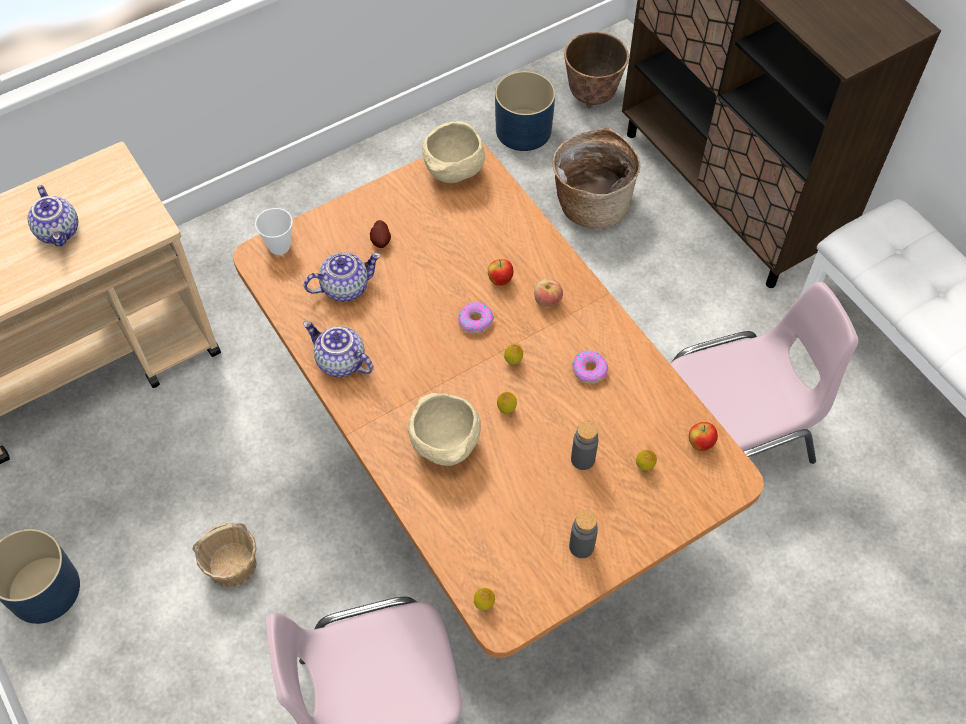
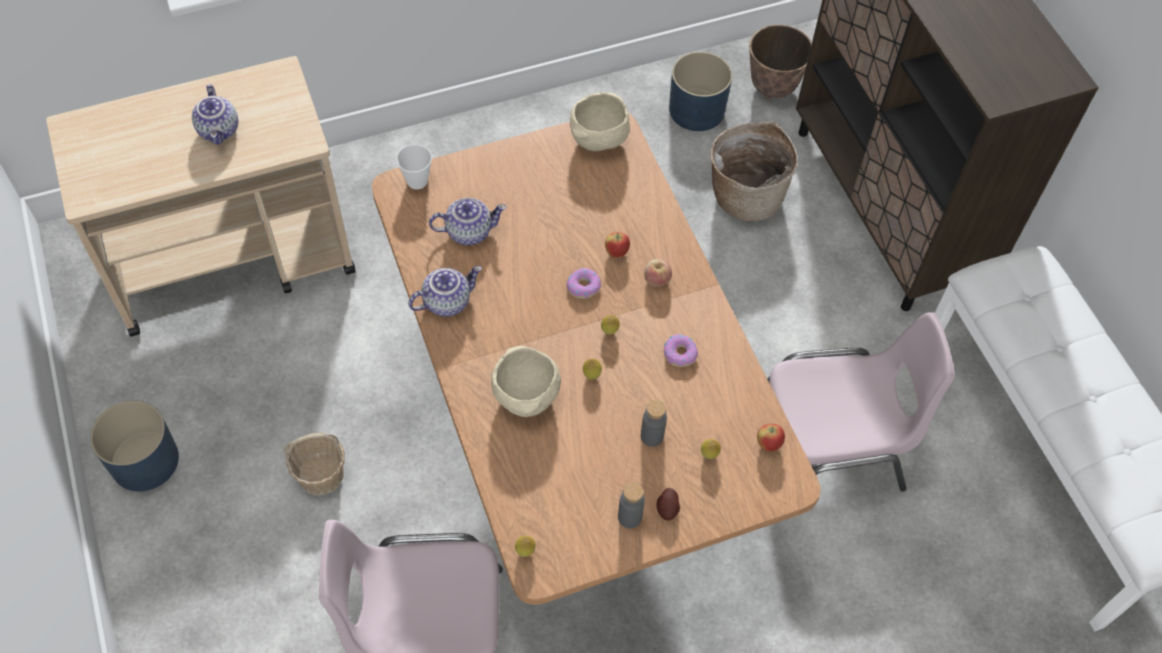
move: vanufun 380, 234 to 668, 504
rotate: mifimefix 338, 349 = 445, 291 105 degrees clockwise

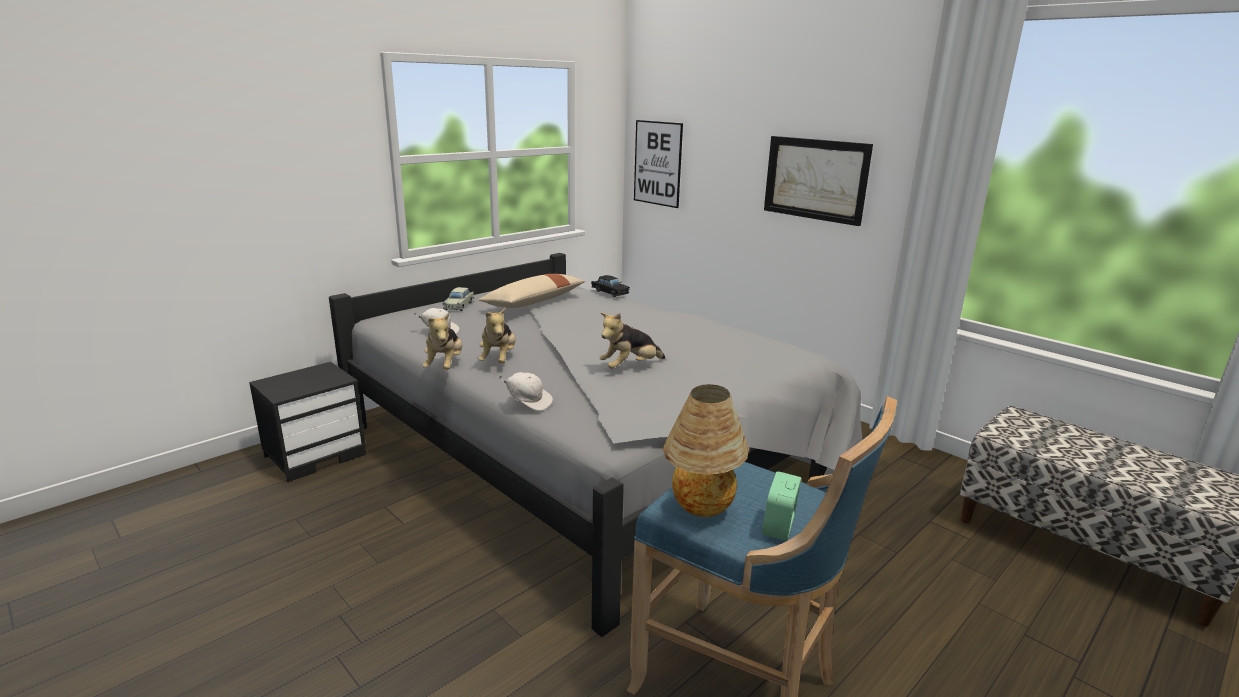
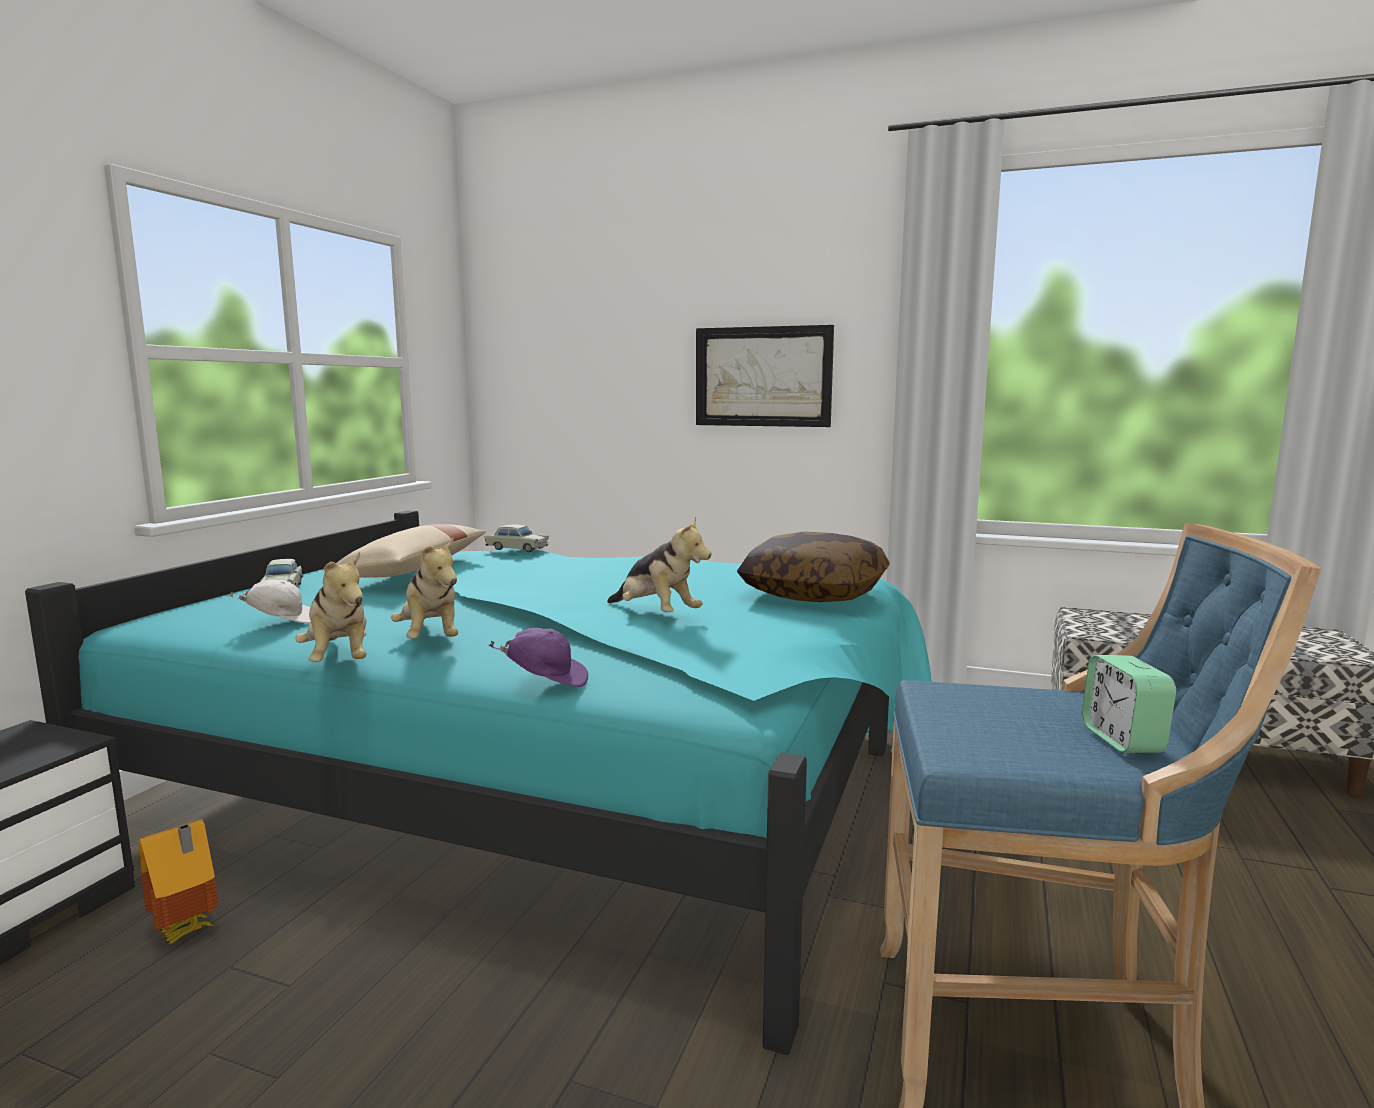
delete: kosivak 658, 164; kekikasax 706, 450
insert: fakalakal 178, 882; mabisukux 813, 566
recolor: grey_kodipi 596, 445 to turquoise_kodipi 478, 782; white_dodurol 526, 391 to purple_dodurol 538, 657; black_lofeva 610, 286 to beige_lofeva 517, 538
rotate: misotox 632, 341 = 659, 564 75 degrees counterclockwise

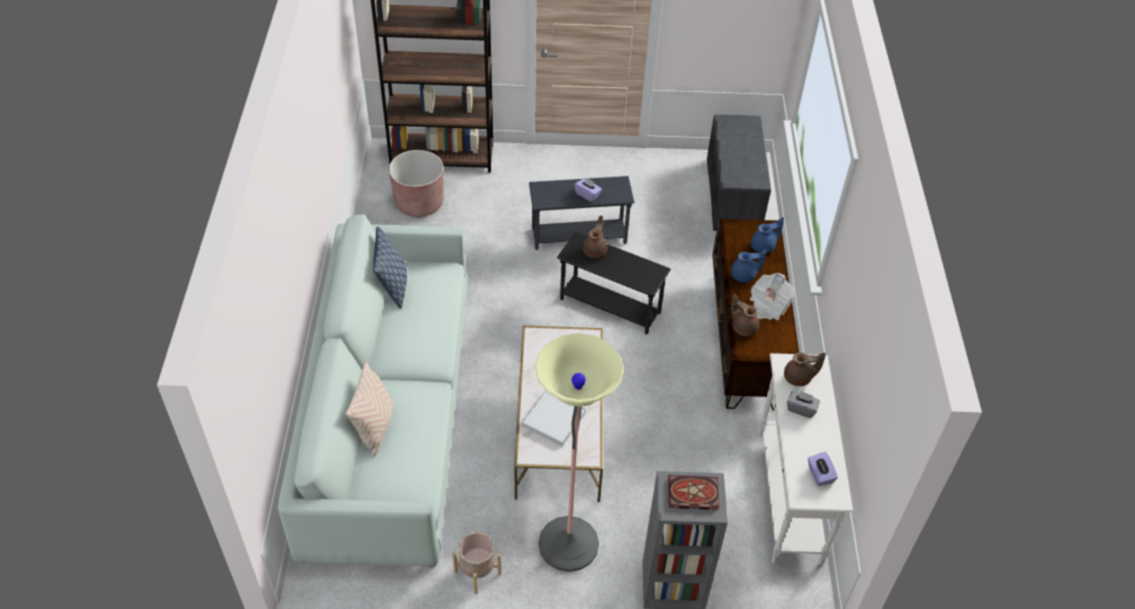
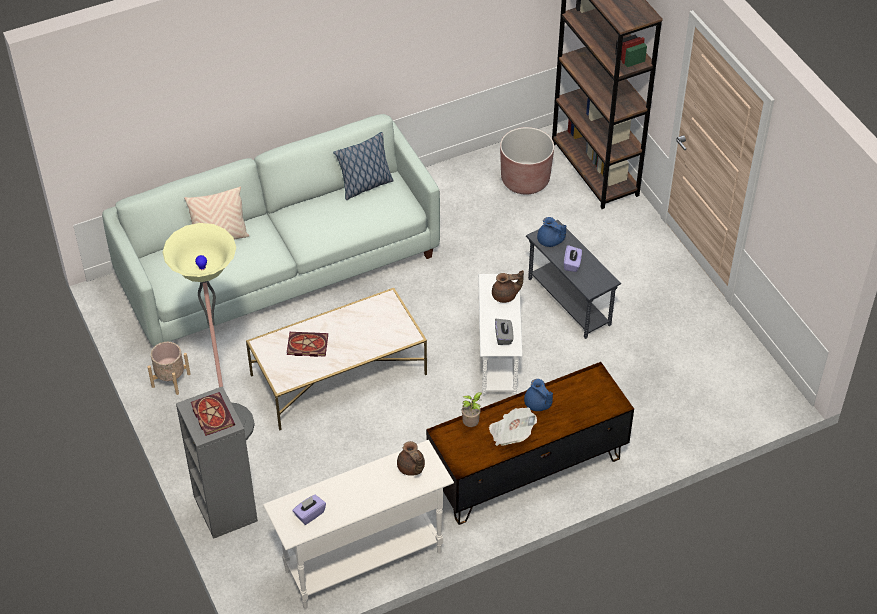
delete: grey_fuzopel 739, 173
move: blue_mifimefix 767, 235 to 552, 232; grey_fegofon 803, 404 to 504, 332
replace: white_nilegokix 553, 418 to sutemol 307, 344; brown_mifimefix 745, 315 to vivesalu 472, 409
recolor: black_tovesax 614, 283 to white_tovesax 500, 334

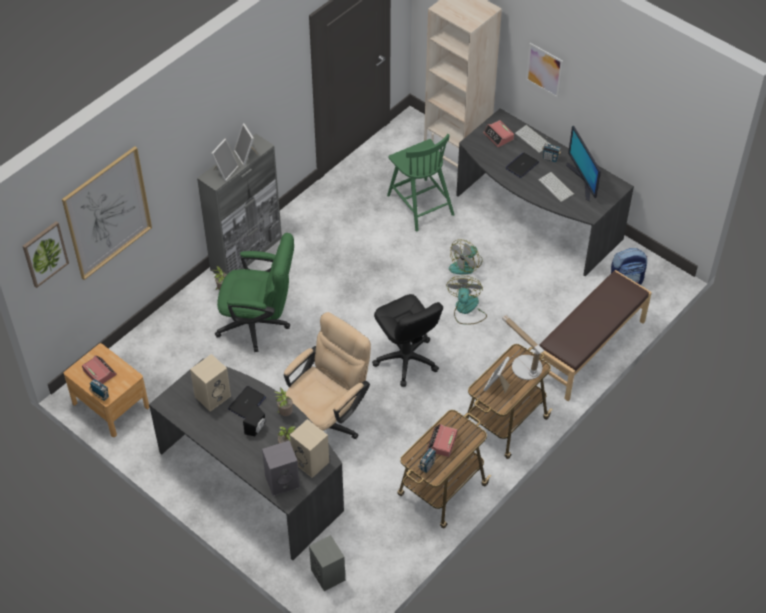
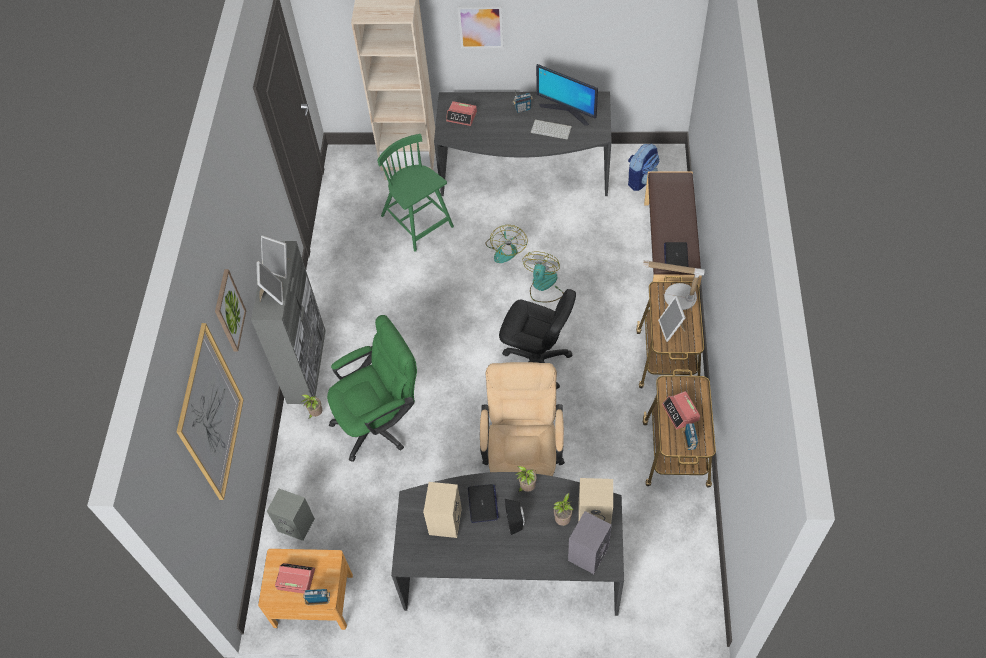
delete: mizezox 533, 139
move: kosivak 46, 254 to 230, 310; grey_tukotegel 327, 563 to 291, 515; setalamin 522, 165 to 676, 254
rotate: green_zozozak 421, 182 = 415, 193 150 degrees counterclockwise; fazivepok 466, 300 = 543, 277 45 degrees clockwise

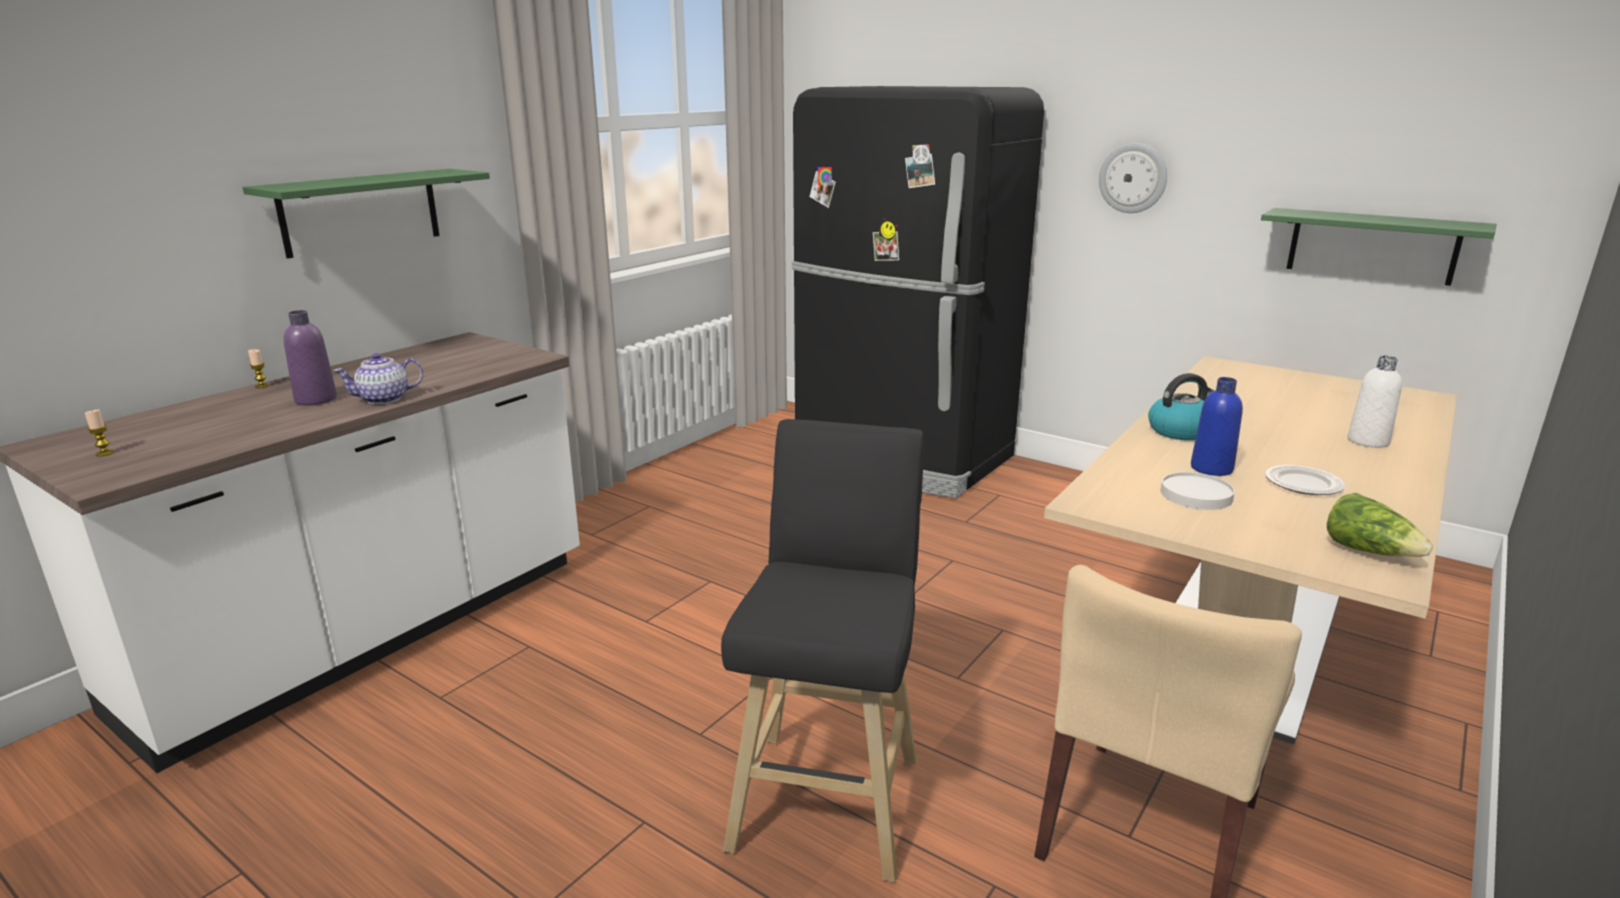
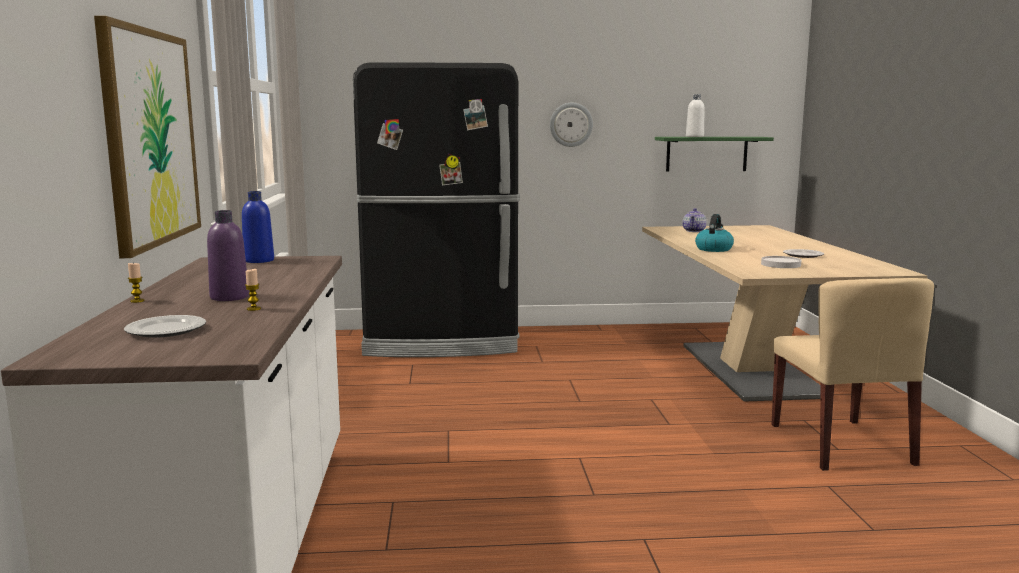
delete: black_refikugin 822, 650; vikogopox 1380, 525
insert: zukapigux 165, 326
move: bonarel 99, 433 to 253, 290; mifimefix 378, 378 to 694, 220; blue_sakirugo 1217, 426 to 258, 227; white_sakirugo 1374, 402 to 695, 115
replace: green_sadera 366, 214 to kosivak 147, 137

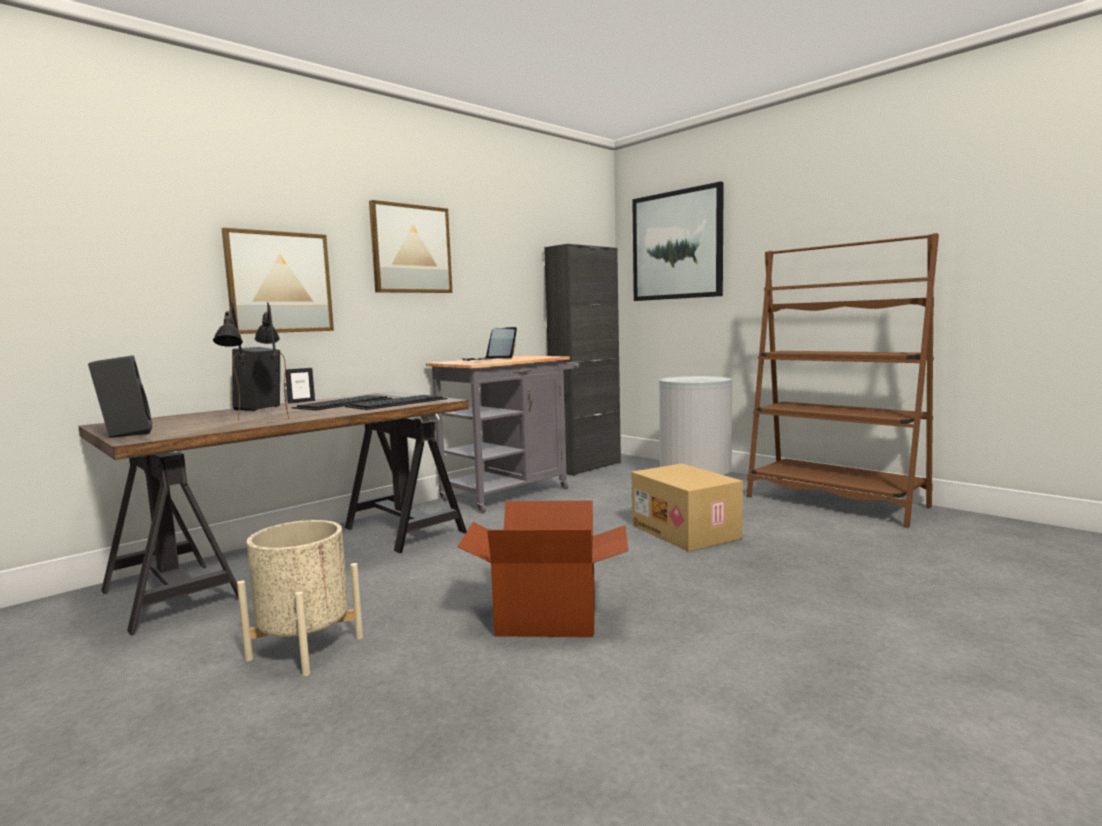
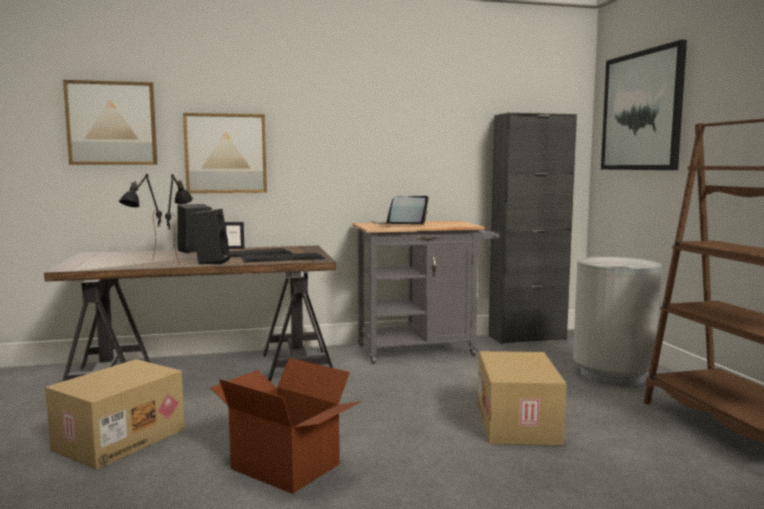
move: black_tukotegel 120, 396 to 210, 236; kosivak 410, 246 to 110, 122
replace: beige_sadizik 300, 598 to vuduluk 115, 414

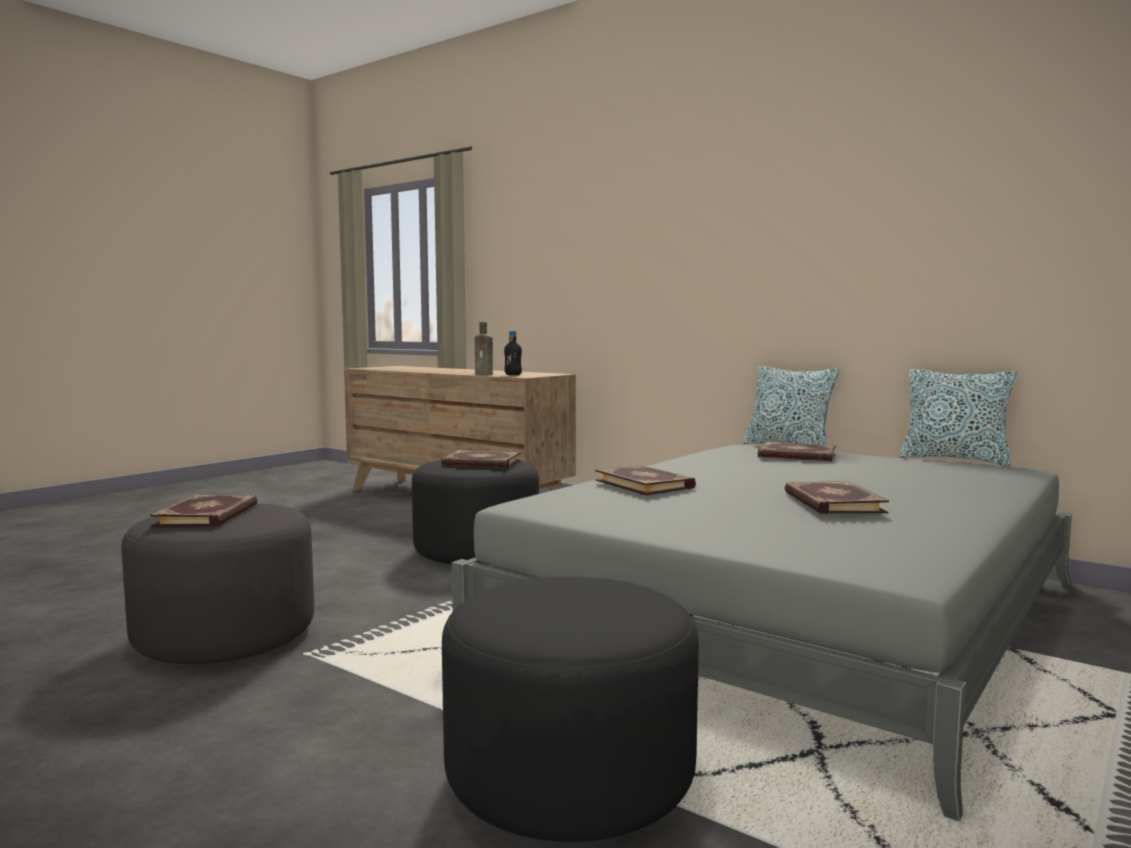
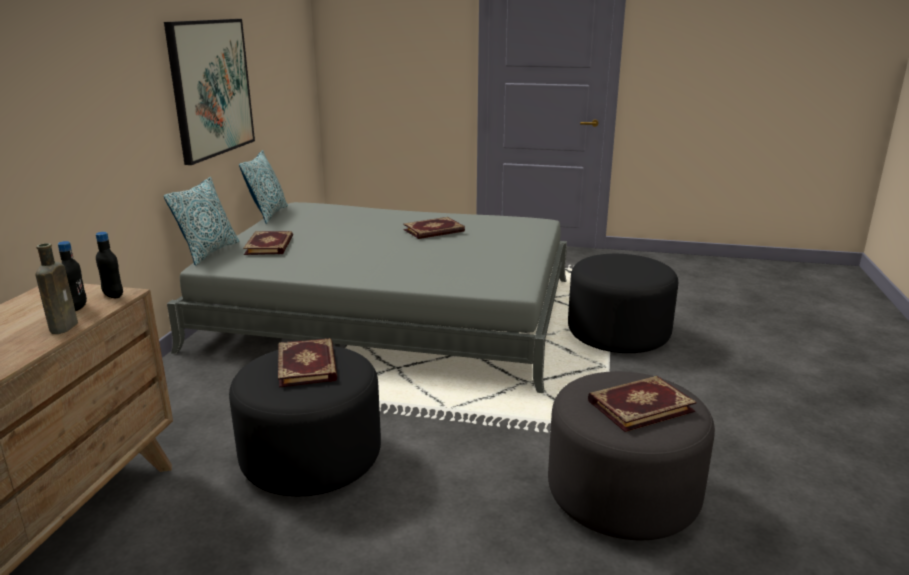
delete: sutemol 645, 480
insert: black_sakirugo 109, 265; kosivak 209, 92

